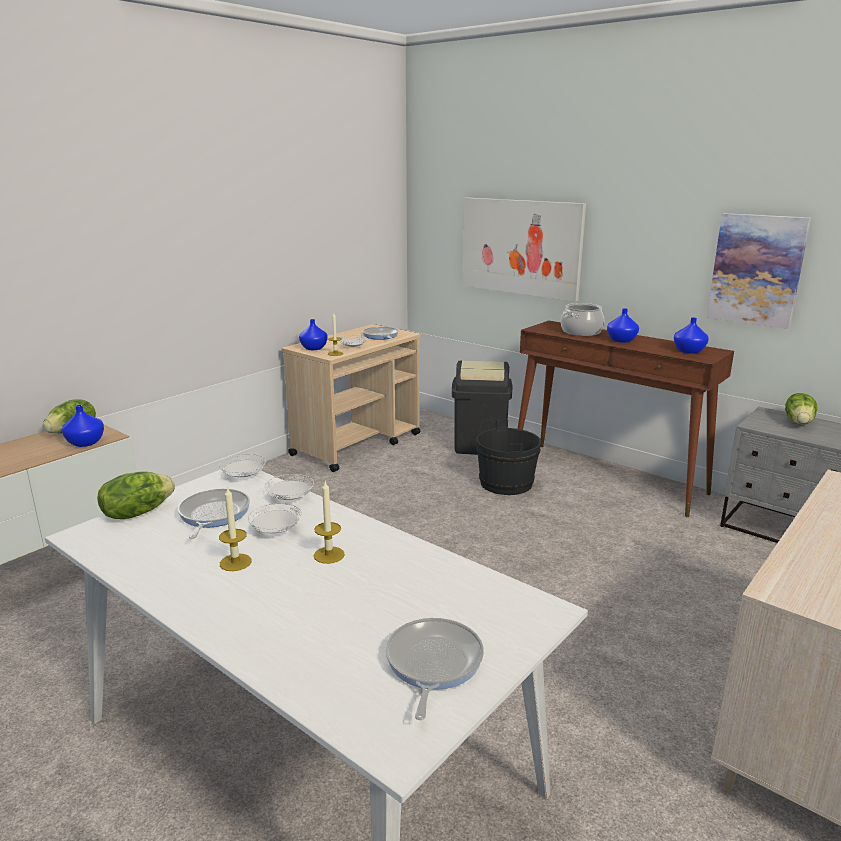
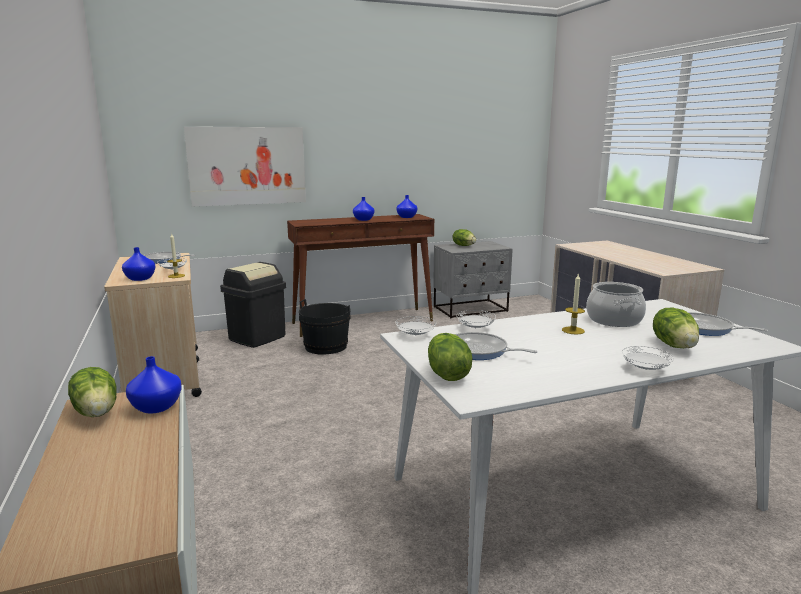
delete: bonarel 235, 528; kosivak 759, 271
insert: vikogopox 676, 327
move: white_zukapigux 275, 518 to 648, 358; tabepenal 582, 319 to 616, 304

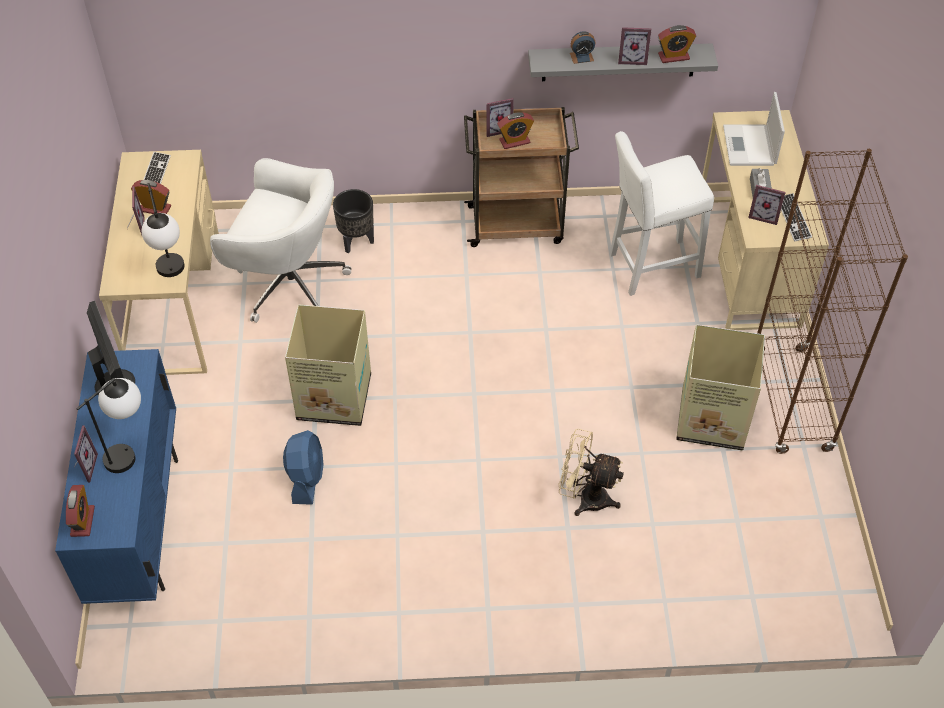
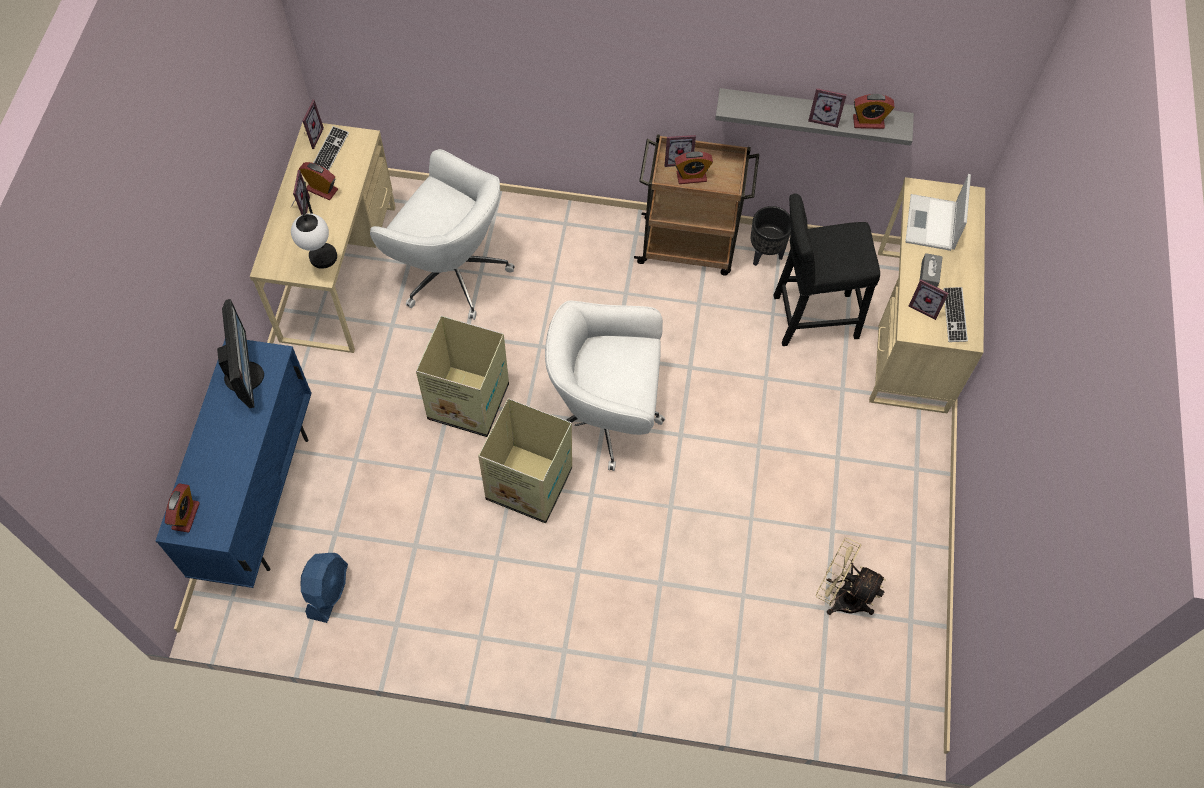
delete: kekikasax 108, 425; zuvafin 582, 47; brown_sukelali 832, 301
insert: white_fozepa 605, 386
move: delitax 86, 453 to 313, 124; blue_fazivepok 303, 467 to 324, 588; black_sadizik 353, 221 to 770, 236; beige_fazivepok 591, 472 to 851, 576; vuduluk 720, 387 to 525, 461
recolor: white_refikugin 662, 213 to black_refikugin 827, 269

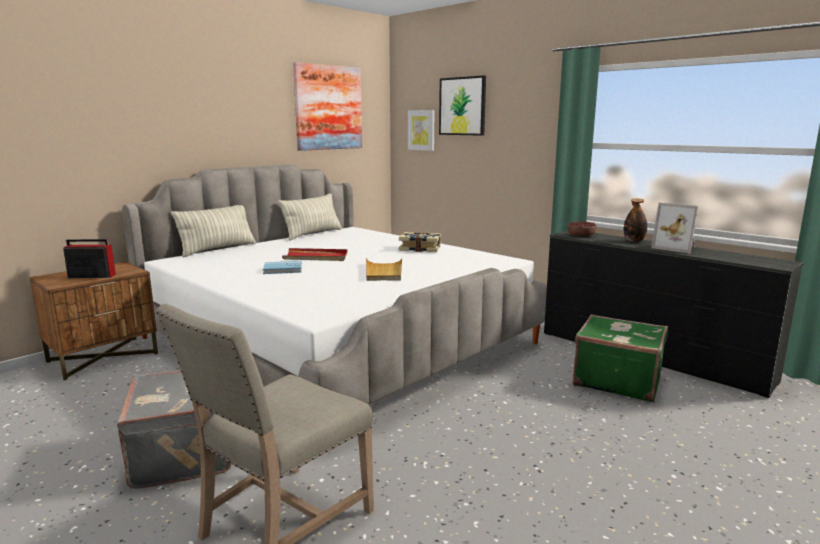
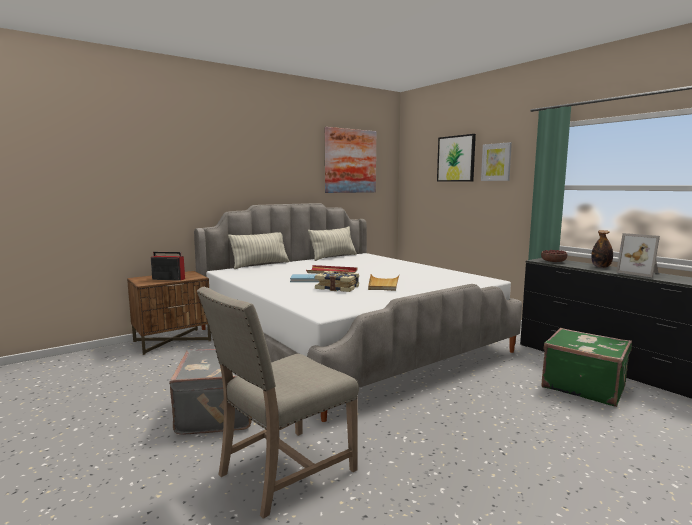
move: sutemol 420, 242 to 337, 281; kosivak 421, 130 to 496, 161

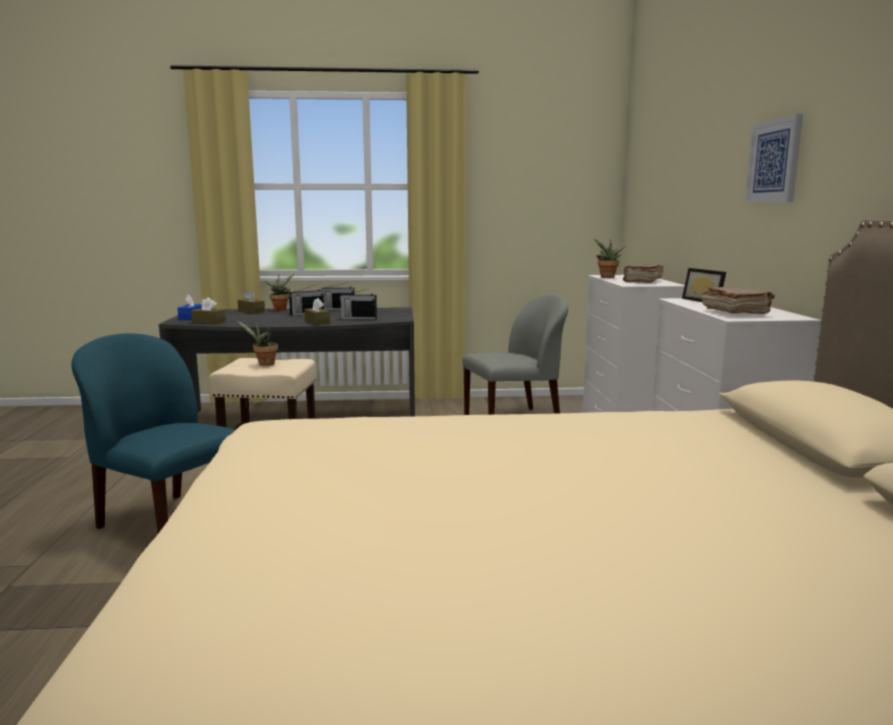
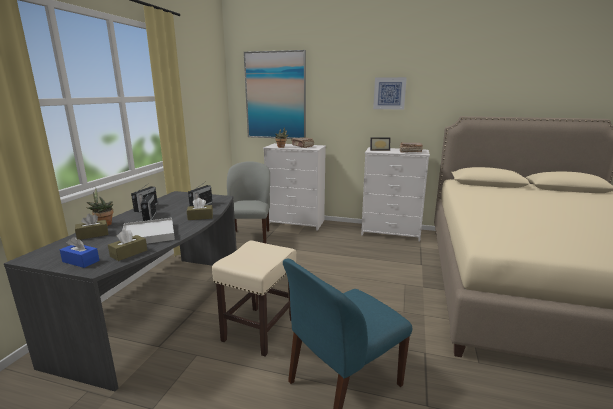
delete: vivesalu 257, 343
insert: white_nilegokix 148, 231; kosivak 275, 94

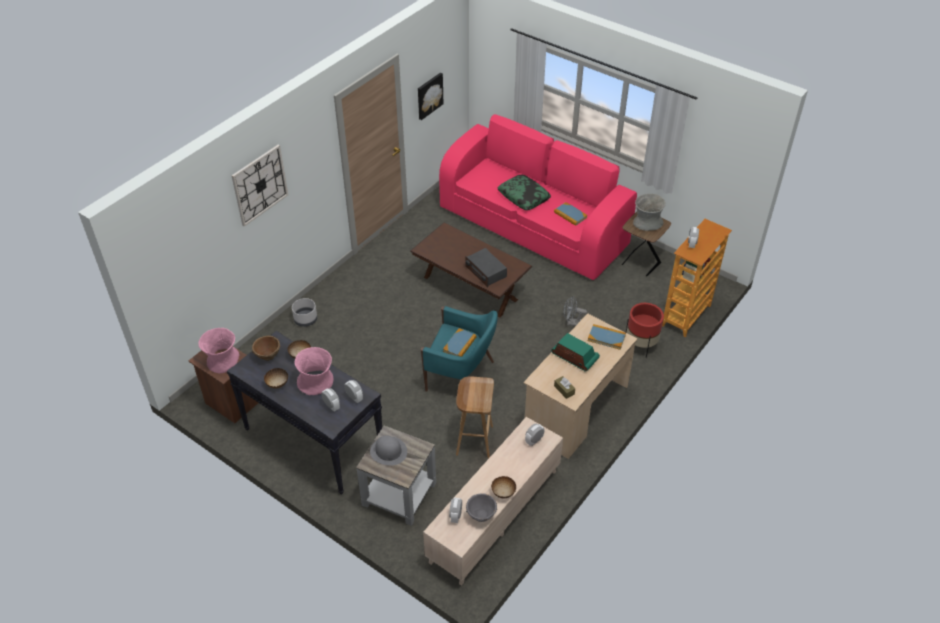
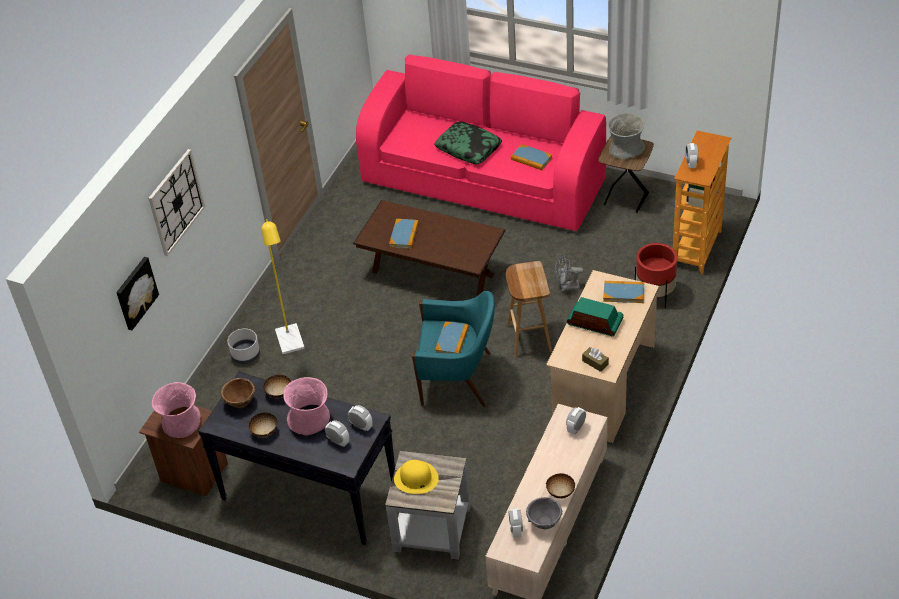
delete: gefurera 486, 267
insert: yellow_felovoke 283, 286; sutemol 404, 234
move: kosivak 430, 96 to 137, 293; brown_refikugin 475, 417 to 529, 309
recolor: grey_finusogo 388, 450 to yellow_finusogo 416, 477

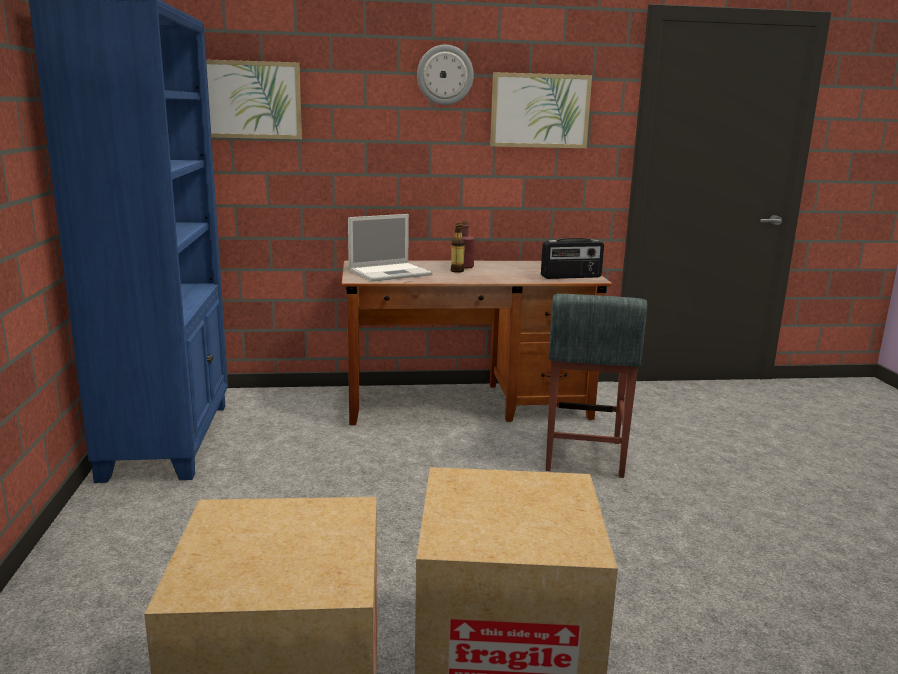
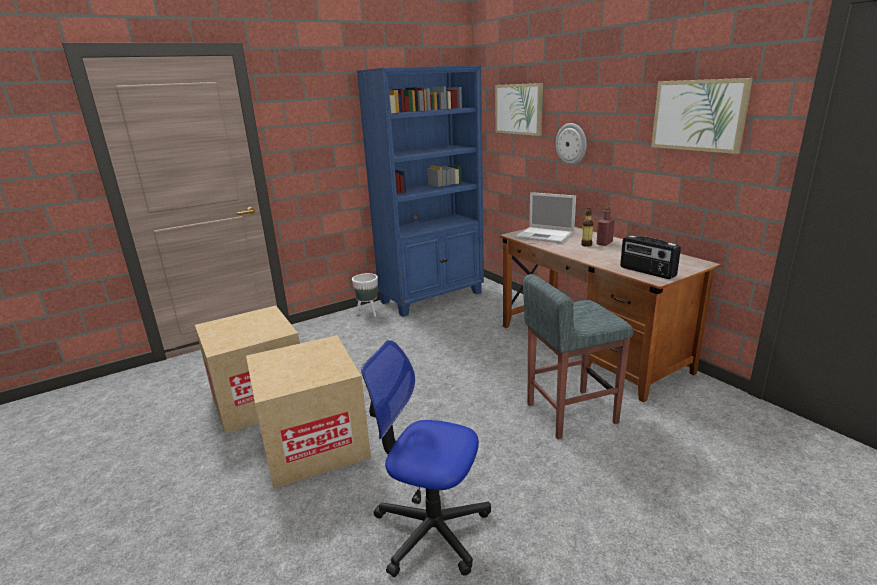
insert: white_sadizik 365, 295; fozepa 426, 458
move: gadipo 445, 75 to 571, 144

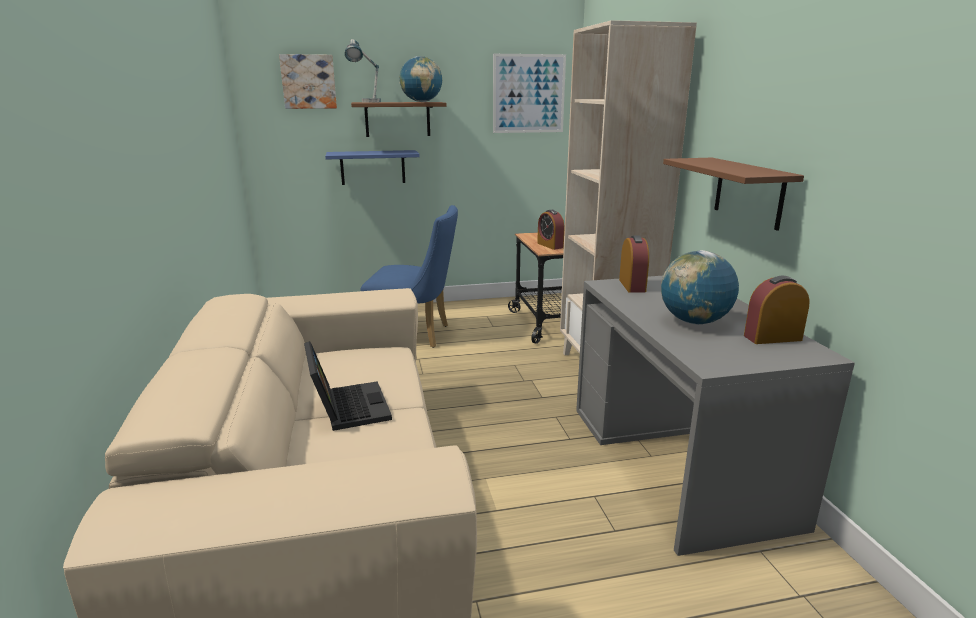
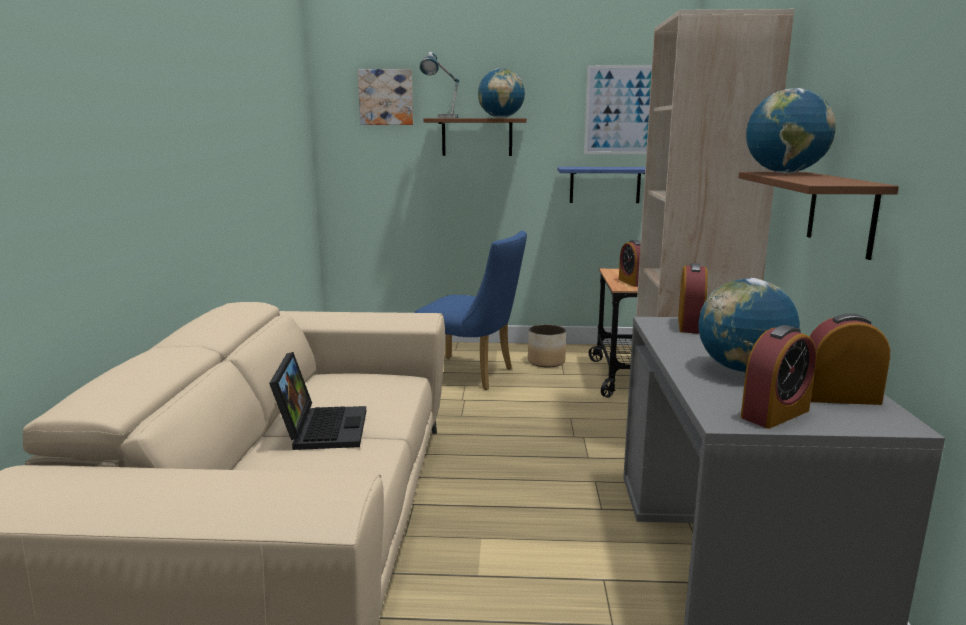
insert: sadizik 547, 345; zuvafin 778, 377; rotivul 791, 130
move: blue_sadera 372, 167 to 601, 185

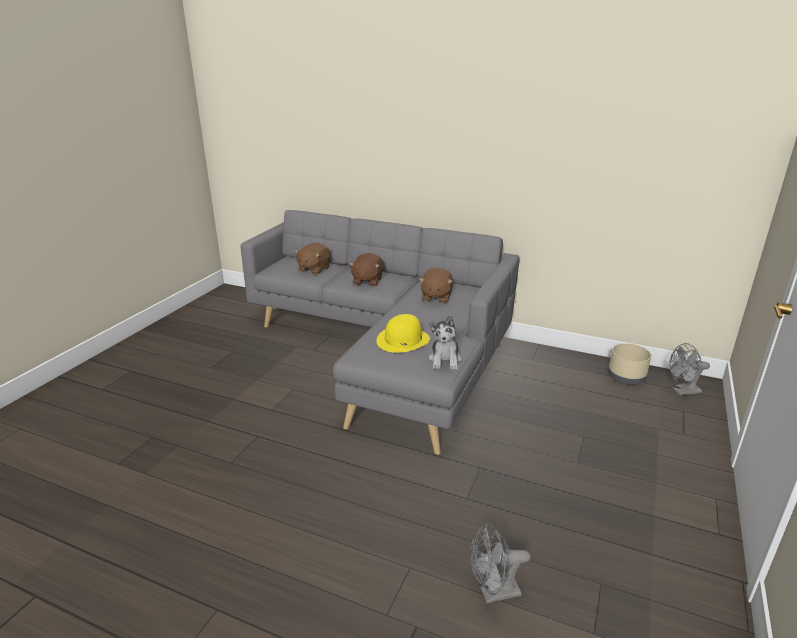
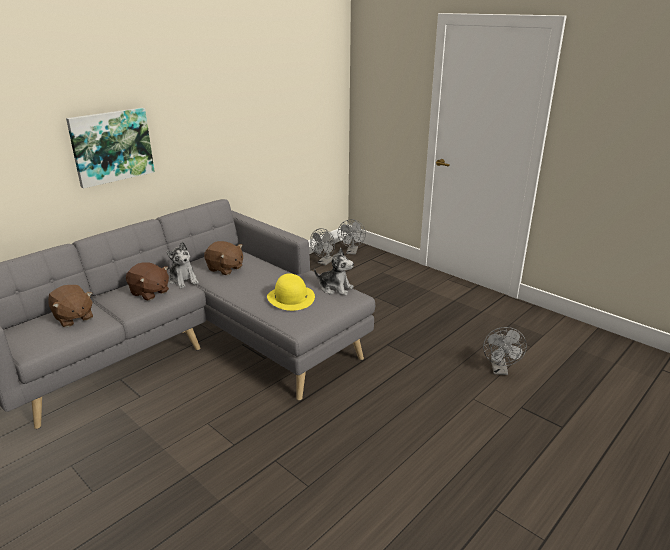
insert: kosivak 110, 148; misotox 183, 265
replace: beige_sadizik 629, 364 to grey_fazivepok 322, 246

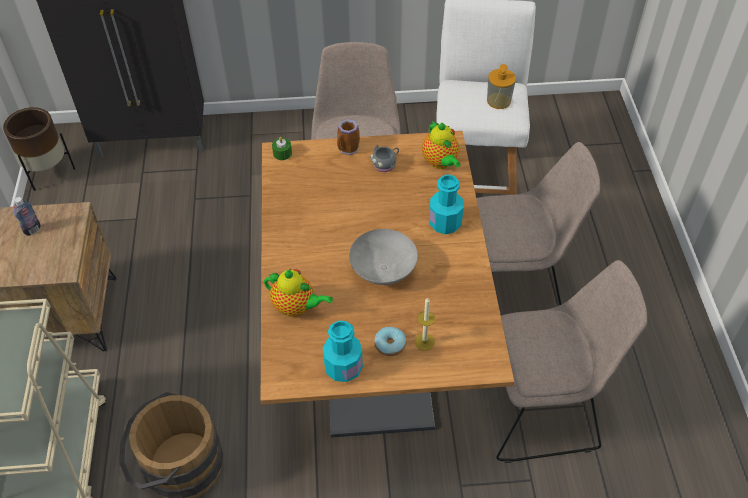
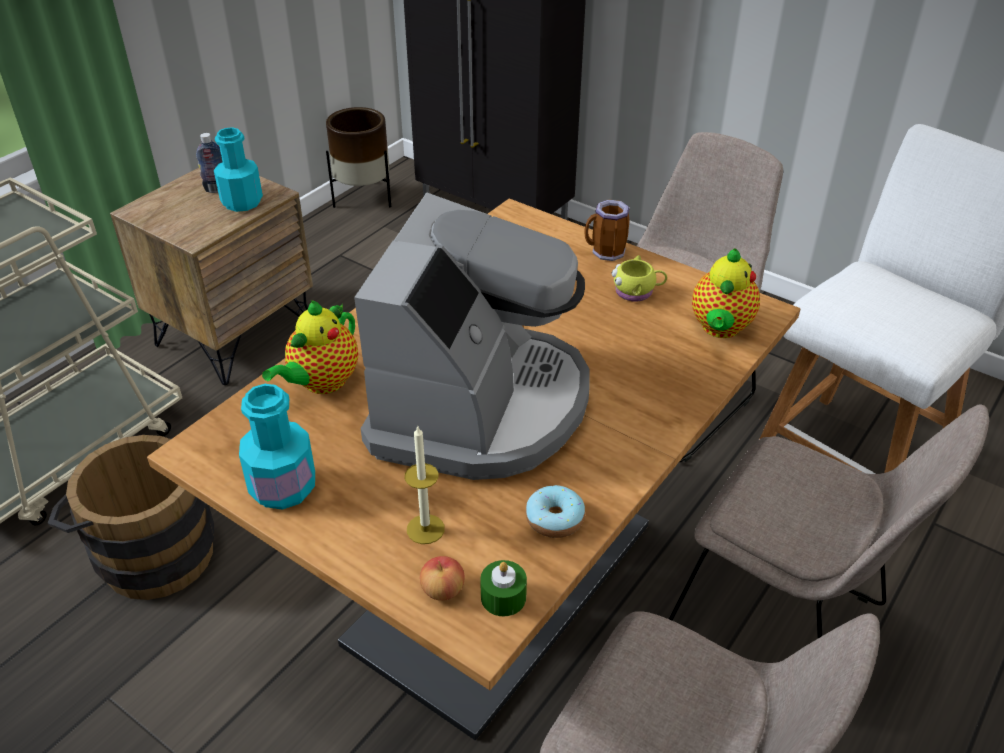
delete: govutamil 501, 86
insert: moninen 442, 578
move: green_bonarel 282, 148 to 503, 588; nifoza 390, 341 to 555, 511; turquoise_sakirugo 446, 204 to 238, 169
replace: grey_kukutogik 383, 257 to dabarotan 472, 336
recolor: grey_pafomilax 384, 158 to yellow_pafomilax 639, 278
rotate: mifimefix 298, 293 = 310, 347 60 degrees clockwise

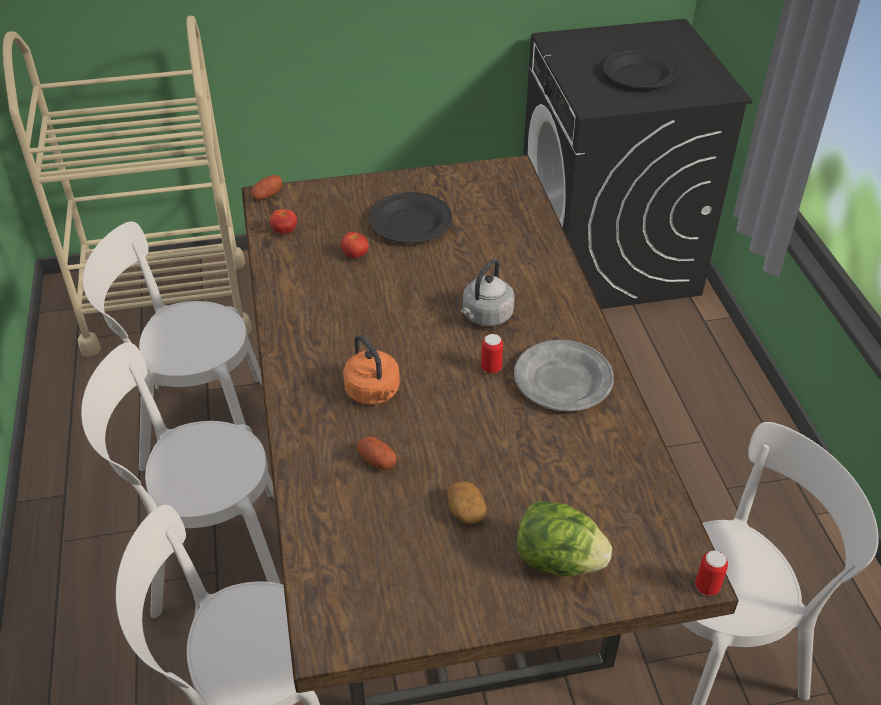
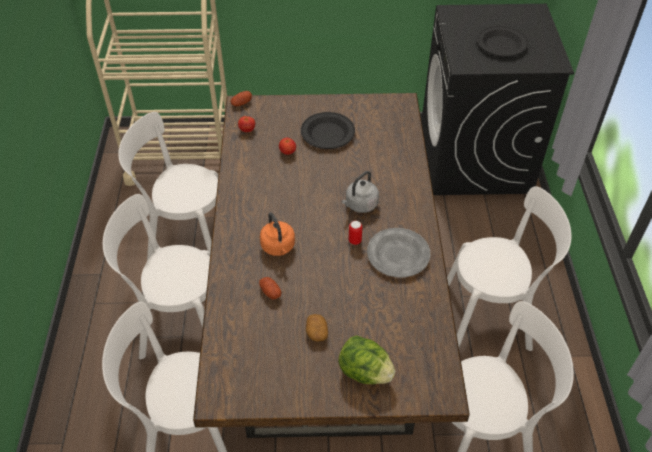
delete: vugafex 711, 573
insert: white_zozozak 509, 268

